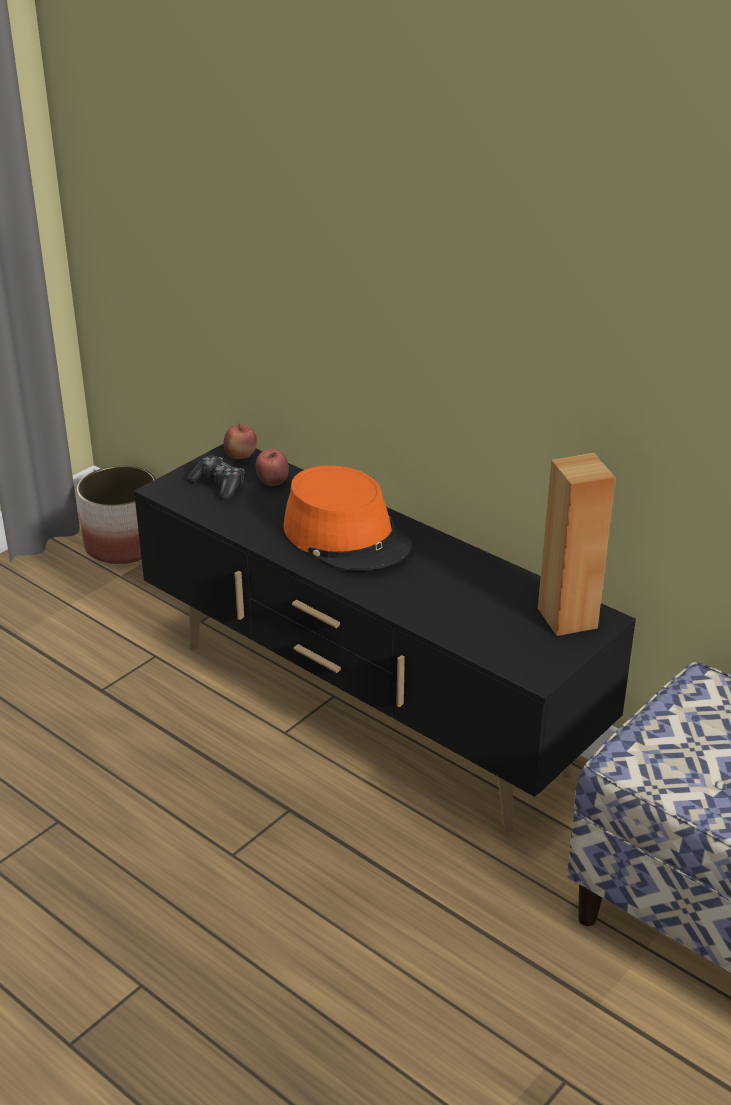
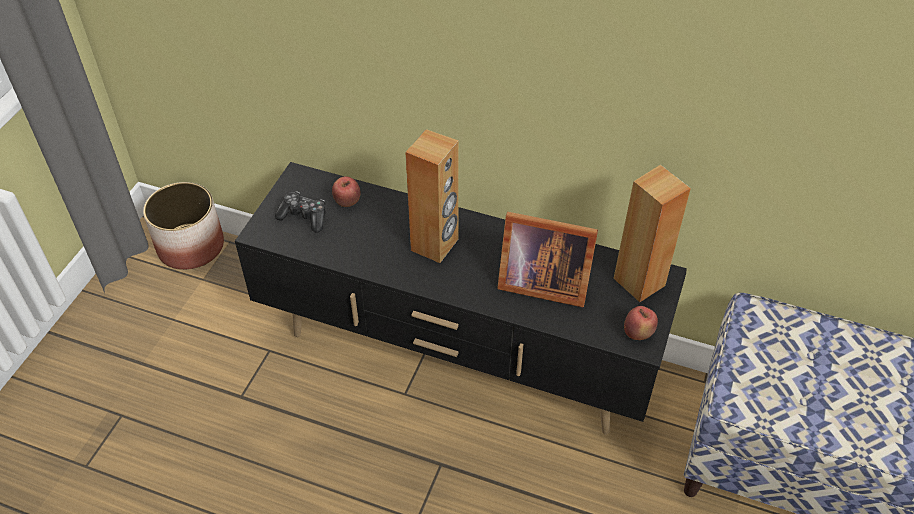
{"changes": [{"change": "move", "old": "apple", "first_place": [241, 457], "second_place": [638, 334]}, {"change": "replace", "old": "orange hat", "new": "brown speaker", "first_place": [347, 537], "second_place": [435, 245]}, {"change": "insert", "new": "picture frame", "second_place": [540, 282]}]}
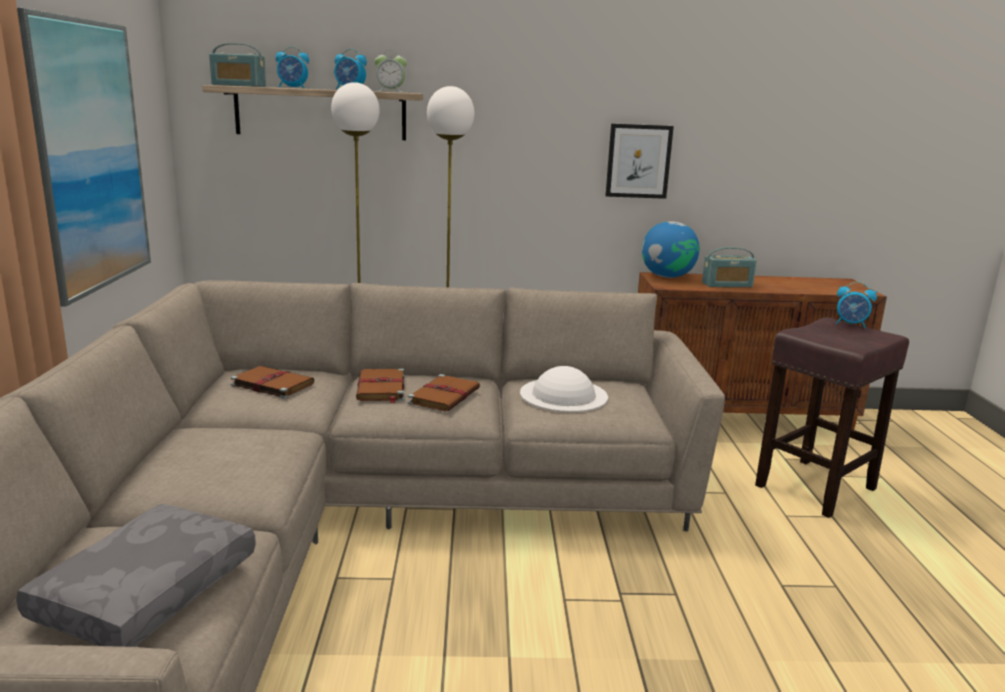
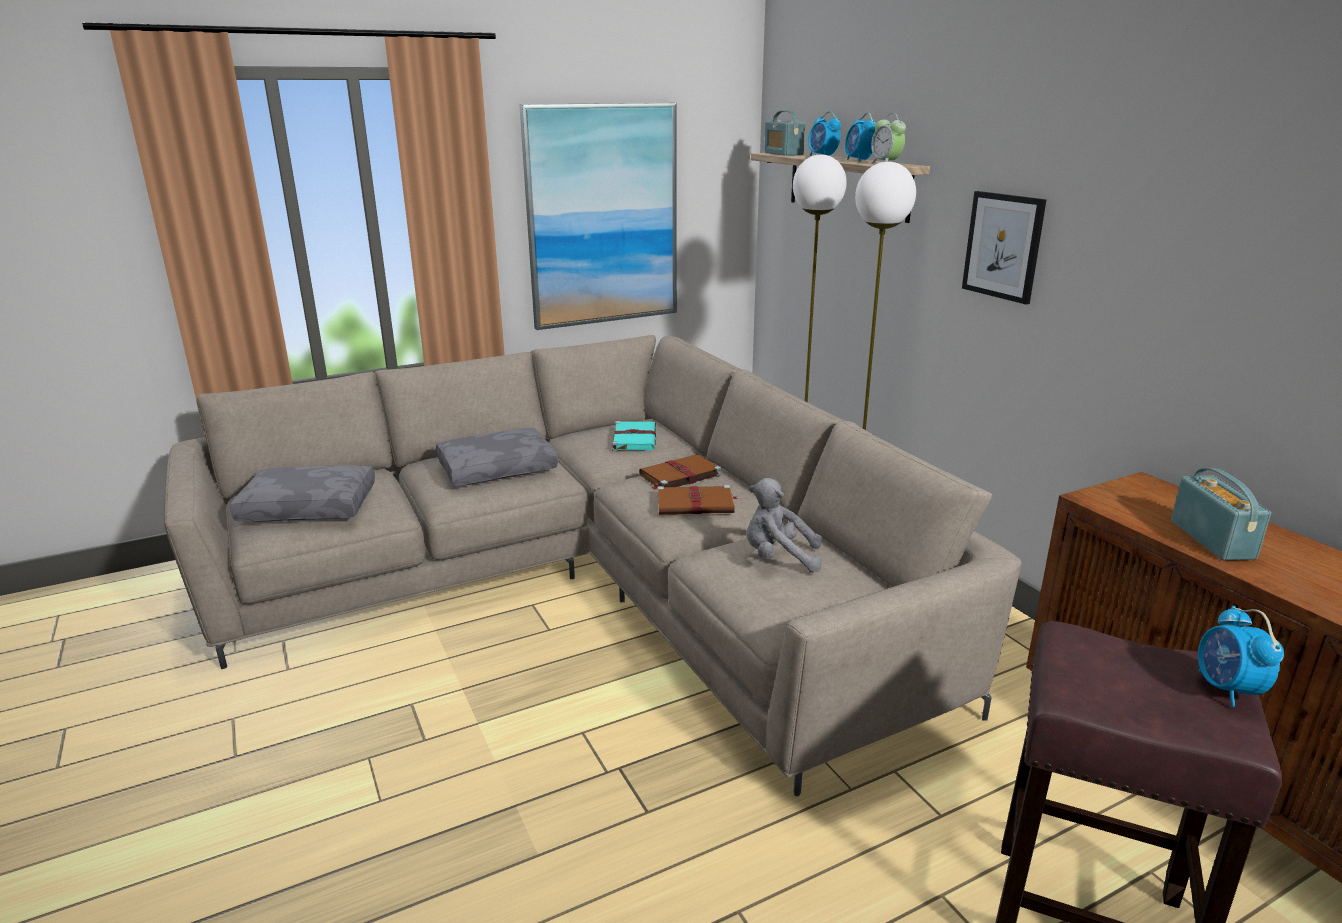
{"changes": [{"change": "move", "old": "picture", "first_place": [638, 161], "second_place": [1003, 246]}, {"change": "delete", "old": "globe", "first_place": [667, 276]}, {"change": "rotate", "old": "radio", "first_place": [727, 285], "second_place": [1212, 539], "degrees": -150}, {"change": "recolor", "old": "brown book", "new": "turquoise book", "first_place": [271, 384], "second_place": [634, 438]}, {"change": "replace", "old": "white hat", "new": "grey plush toy", "first_place": [563, 394], "second_place": [779, 558]}, {"change": "insert", "new": "grey pillow", "second_place": [498, 468]}]}
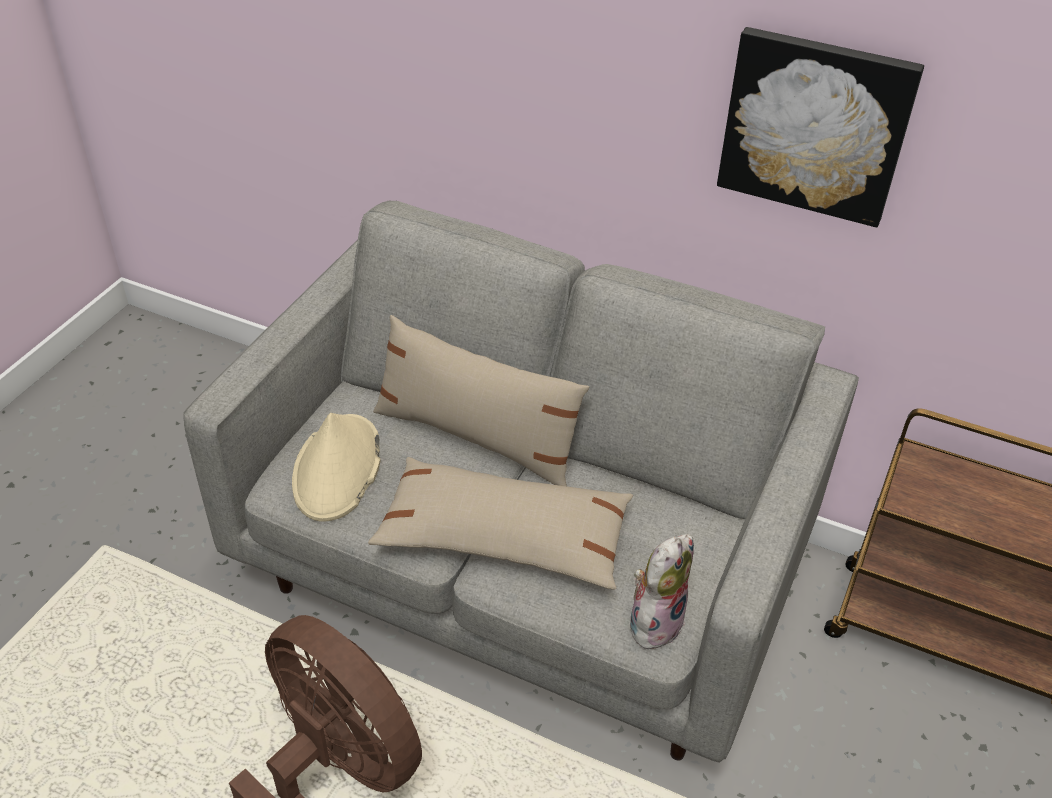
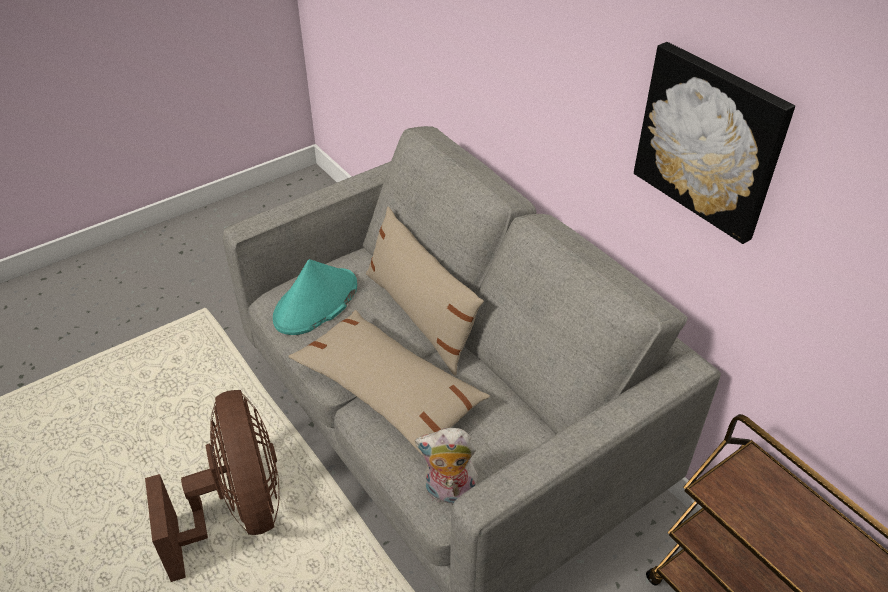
{"changes": [{"change": "recolor", "old": "beige hat", "new": "turquoise hat", "first_place": [337, 469], "second_place": [316, 303]}, {"change": "rotate", "old": "plush toy", "first_place": [654, 621], "second_place": [449, 494], "degrees": -150}]}
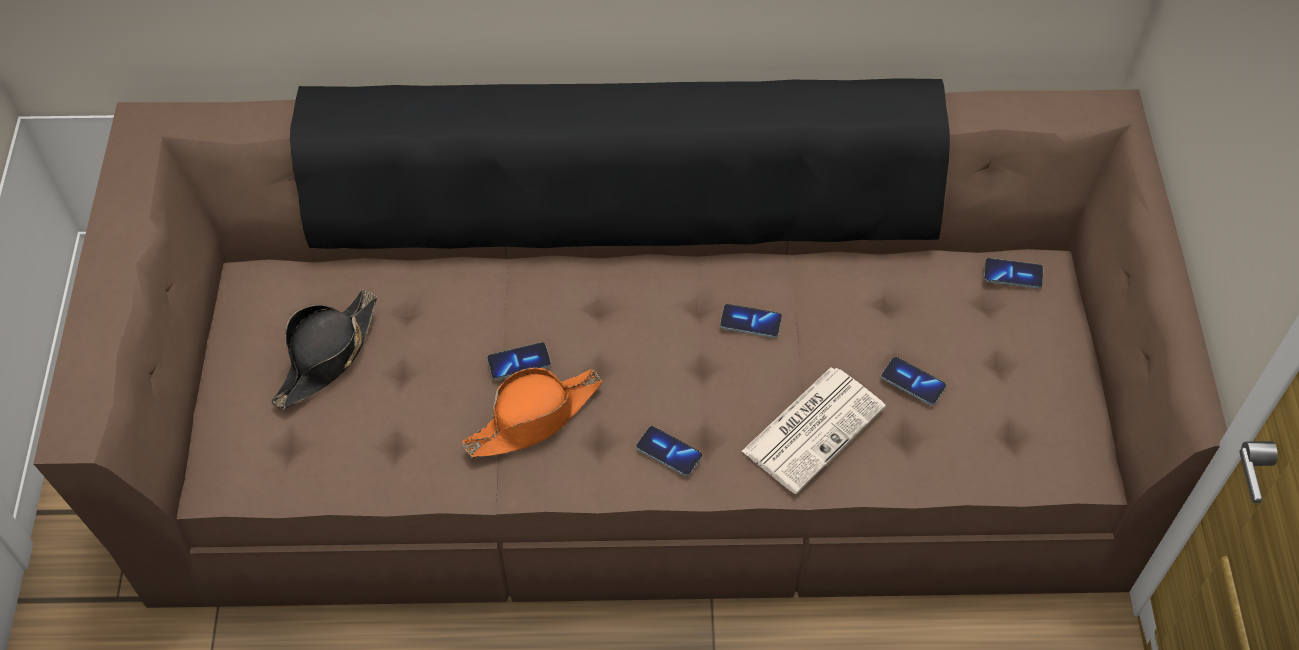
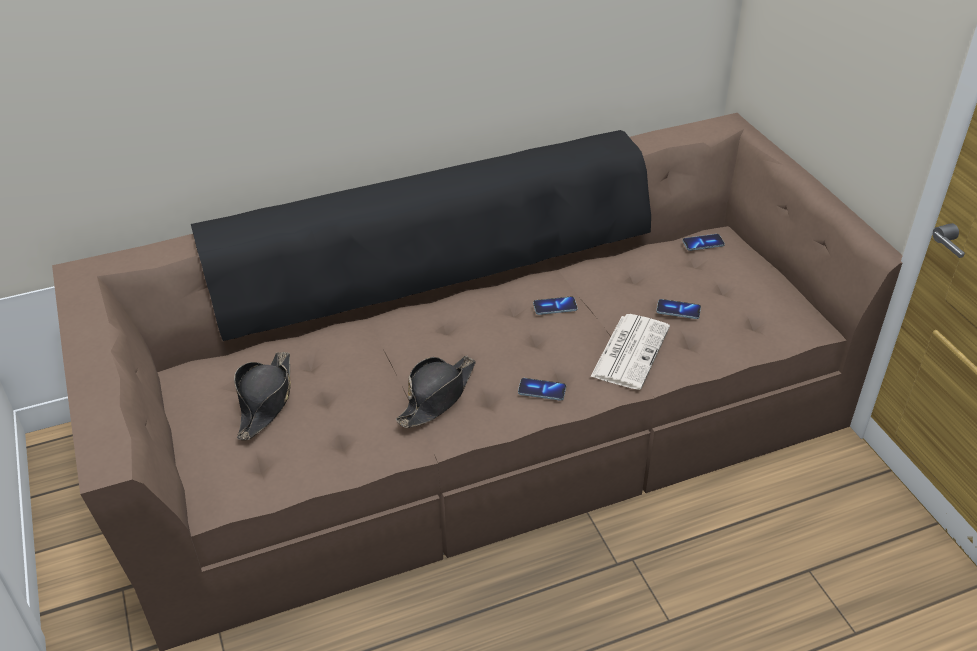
{"changes": [{"change": "delete", "old": "phone", "first_place": [519, 362]}, {"change": "recolor", "old": "orange hat", "new": "black hat", "first_place": [534, 417], "second_place": [437, 396]}]}
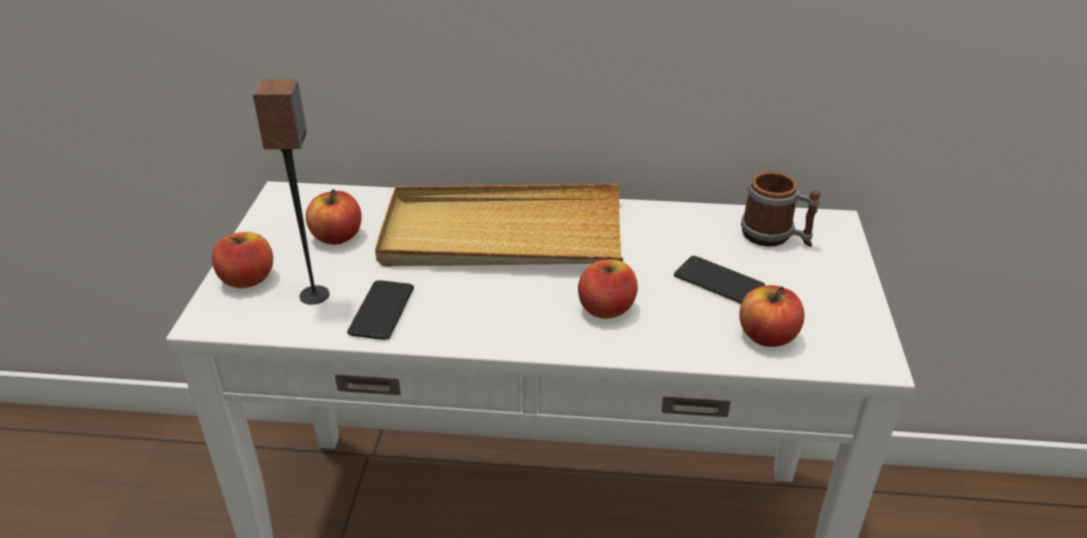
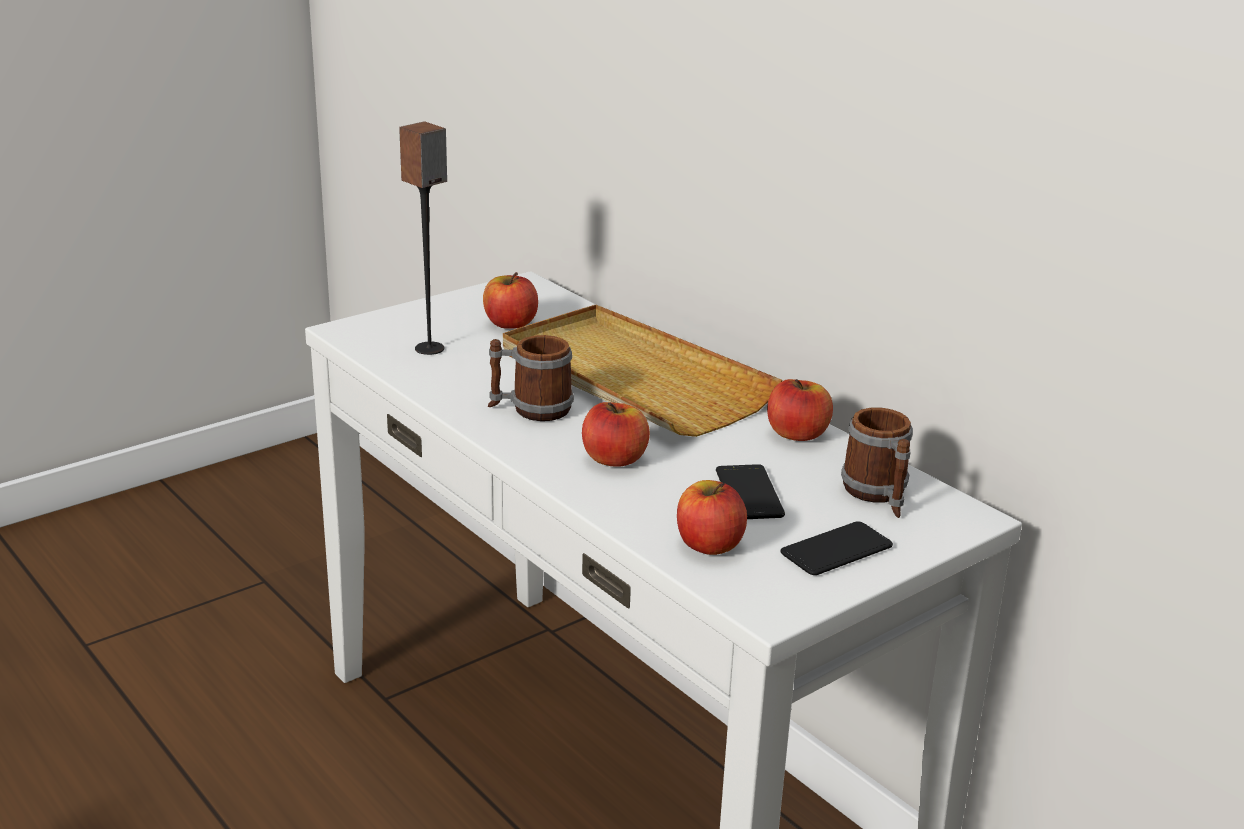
{"changes": [{"change": "move", "old": "apple", "first_place": [247, 279], "second_place": [797, 434]}, {"change": "move", "old": "phone", "first_place": [382, 311], "second_place": [836, 550]}, {"change": "insert", "new": "mug", "second_place": [530, 409]}]}
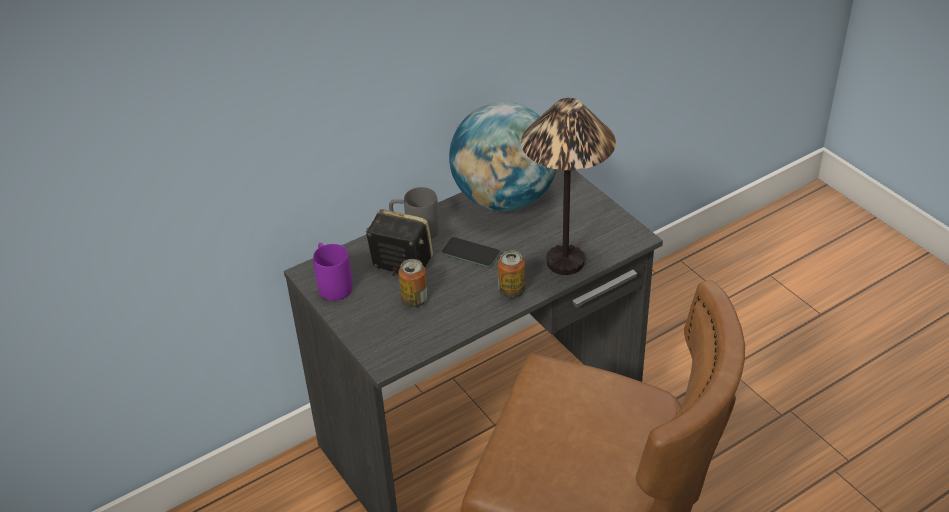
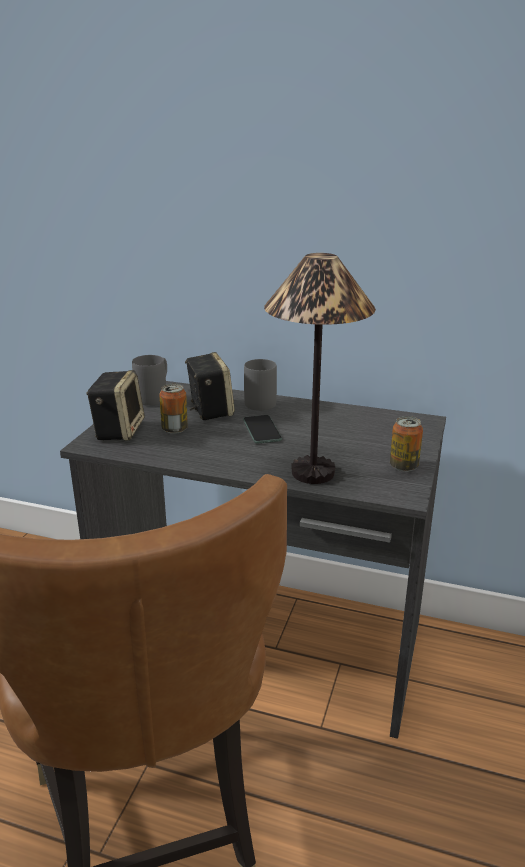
{"changes": [{"change": "delete", "old": "globe", "first_place": [504, 199]}, {"change": "recolor", "old": "purple mug", "new": "grey mug", "first_place": [332, 284], "second_place": [155, 396]}, {"change": "move", "old": "can", "first_place": [511, 291], "second_place": [403, 466]}, {"change": "insert", "new": "speaker", "second_place": [118, 430]}]}
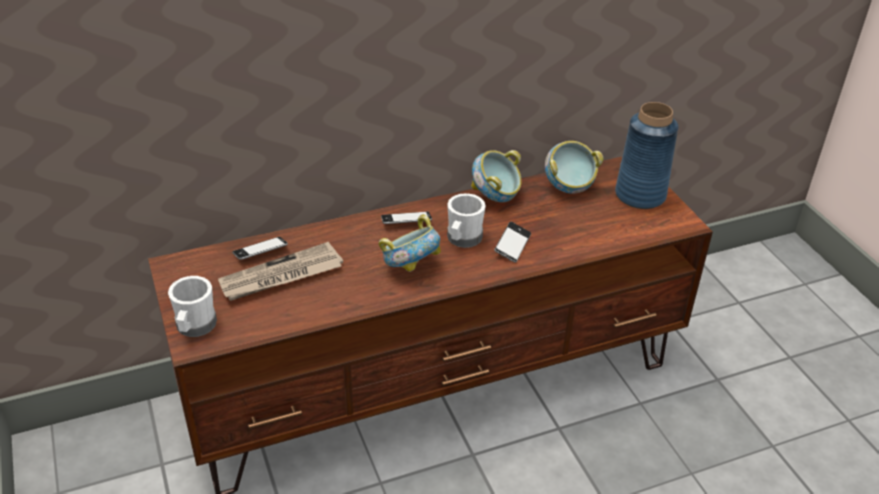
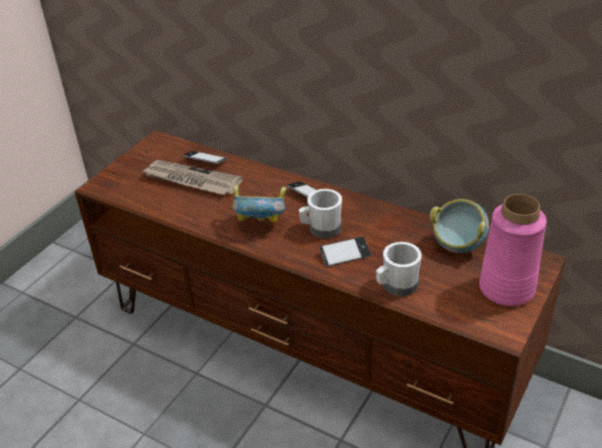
{"changes": [{"change": "recolor", "old": "blue vase", "new": "pink vase", "first_place": [640, 195], "second_place": [506, 288]}, {"change": "delete", "old": "bowl", "first_place": [495, 197]}, {"change": "move", "old": "white mug", "first_place": [194, 327], "second_place": [396, 286]}]}
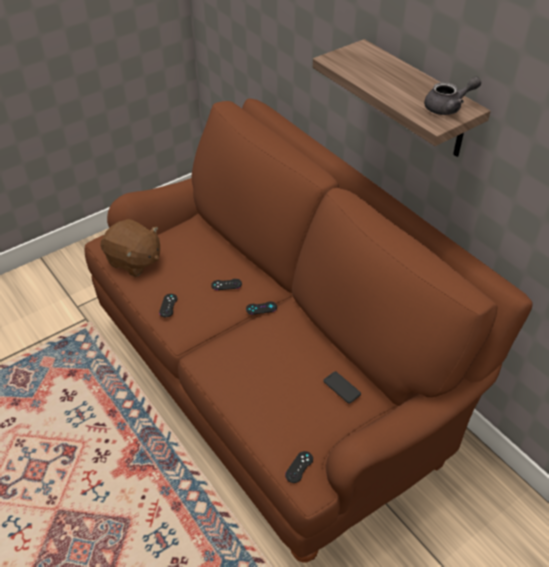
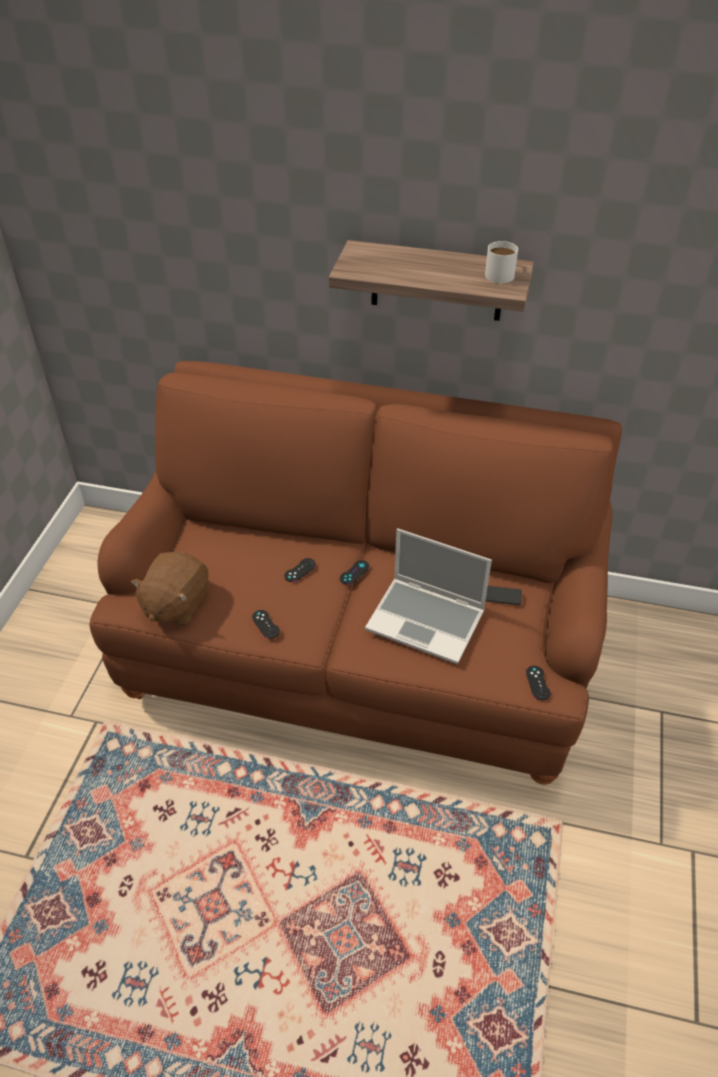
{"changes": [{"change": "replace", "old": "grey teapot", "new": "white mug", "first_place": [448, 107], "second_place": [501, 272]}, {"change": "rotate", "old": "brown plush toy", "first_place": [134, 261], "second_place": [175, 604], "degrees": 120}, {"change": "insert", "new": "laptop", "second_place": [427, 621]}]}
